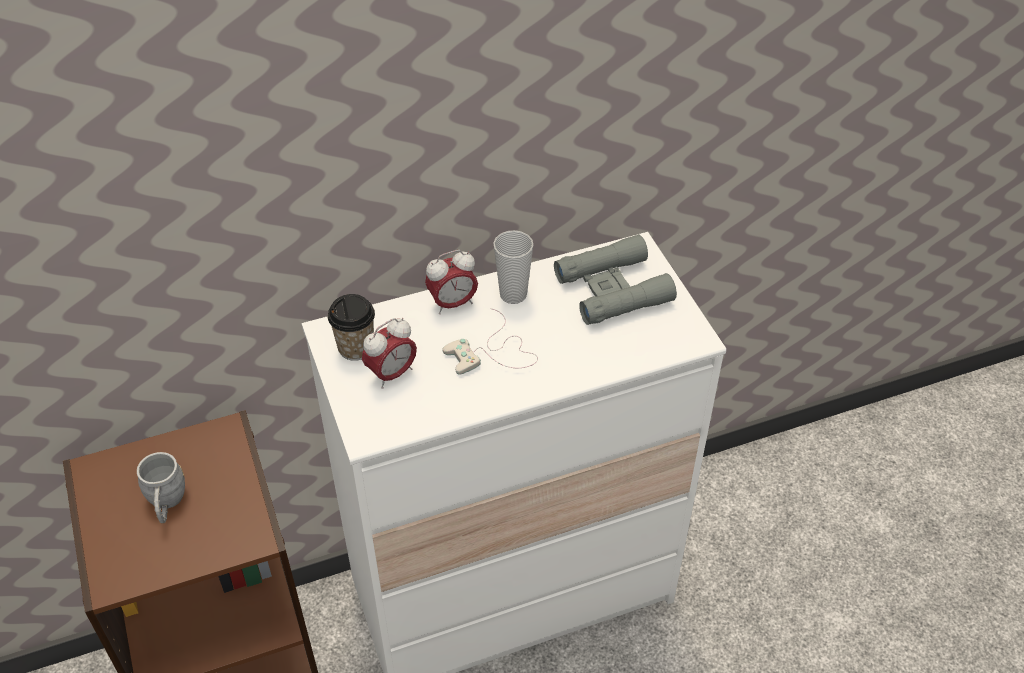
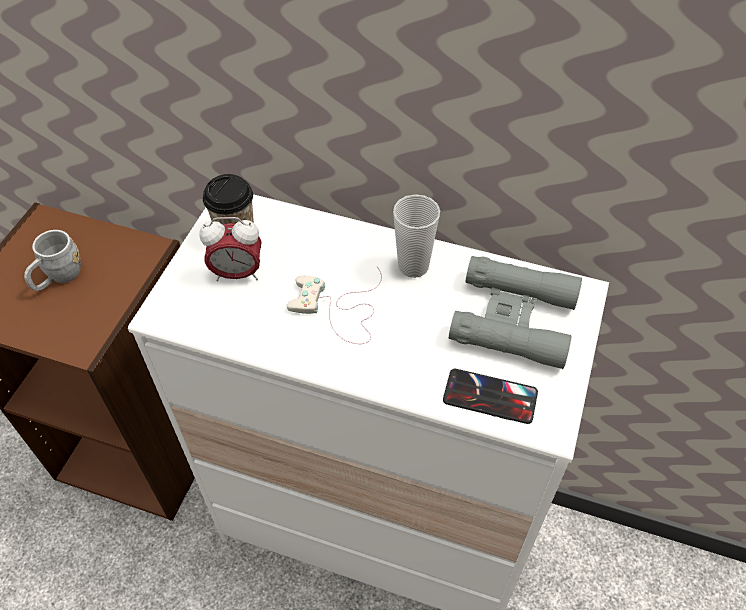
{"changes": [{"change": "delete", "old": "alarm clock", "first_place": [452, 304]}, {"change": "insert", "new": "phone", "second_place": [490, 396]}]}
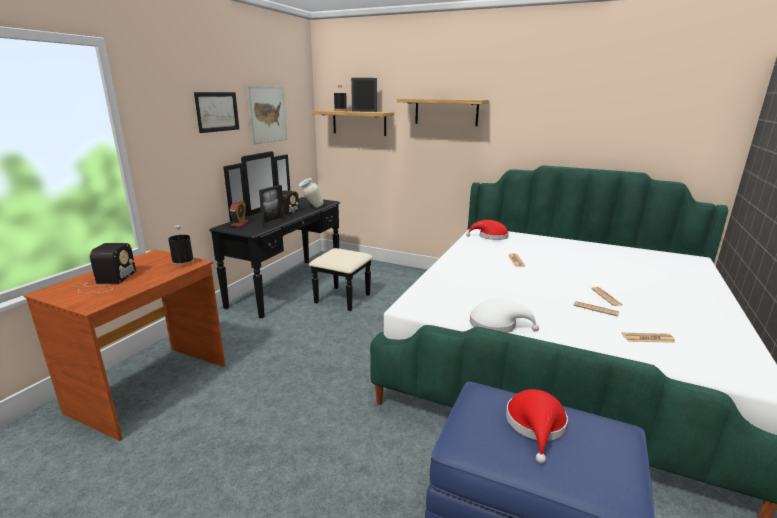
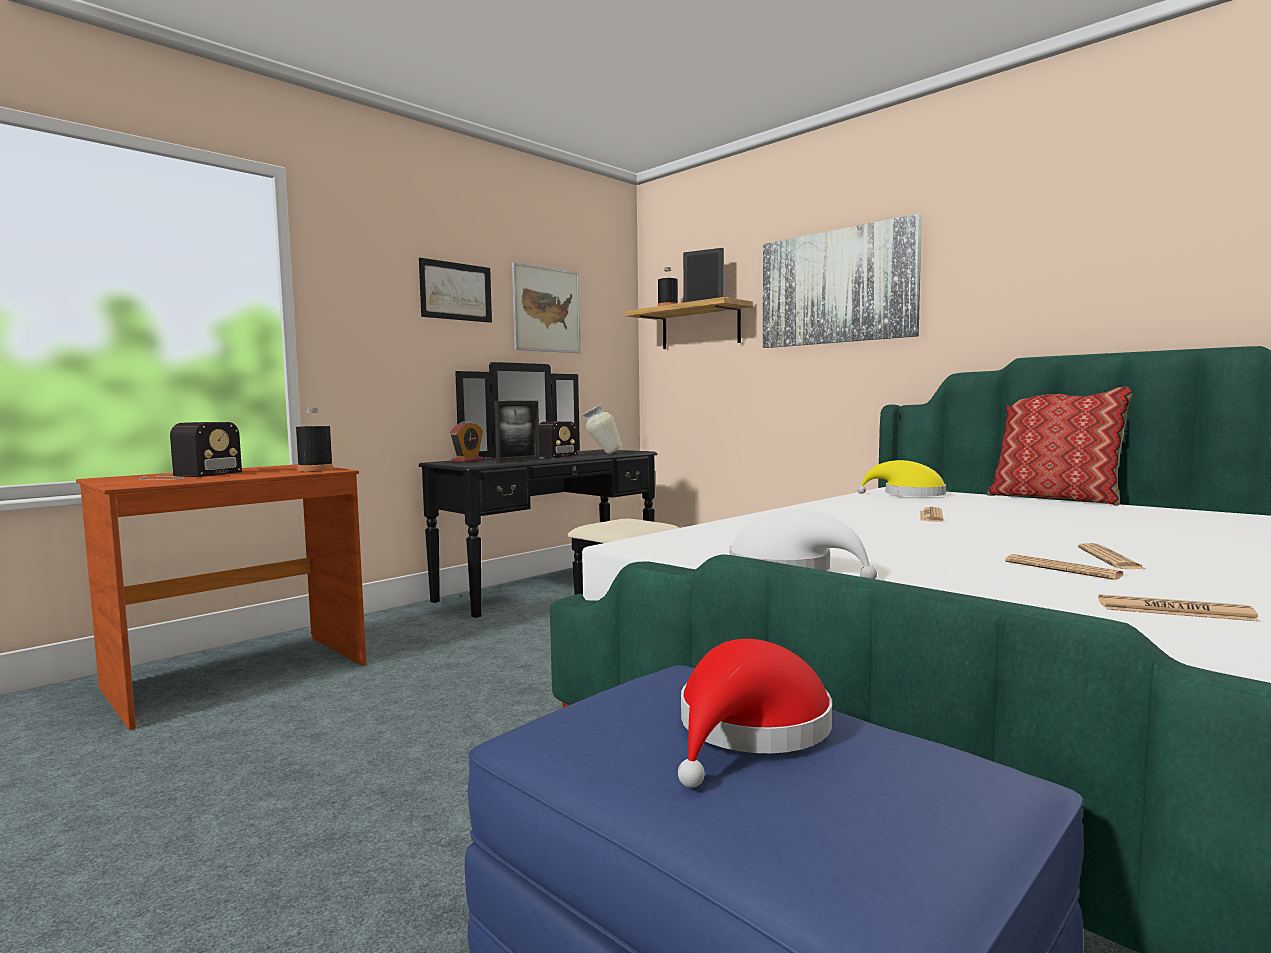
{"changes": [{"change": "replace", "old": "shelf", "new": "picture", "first_place": [446, 112], "second_place": [837, 287]}, {"change": "recolor", "old": "red hat", "new": "yellow hat", "first_place": [490, 236], "second_place": [909, 495]}, {"change": "insert", "new": "pillow", "second_place": [1056, 498]}]}
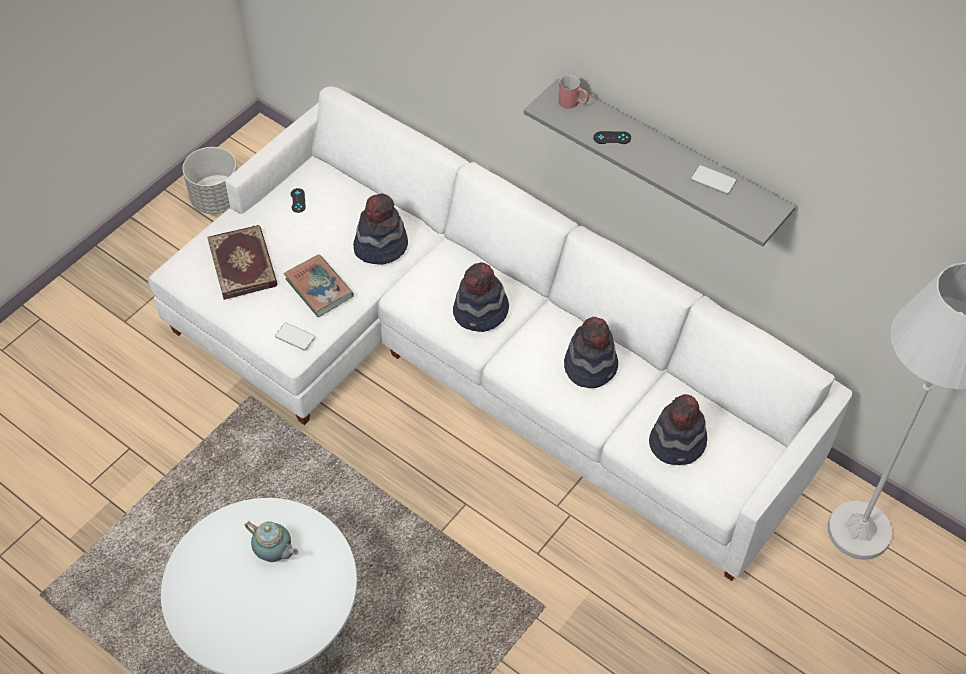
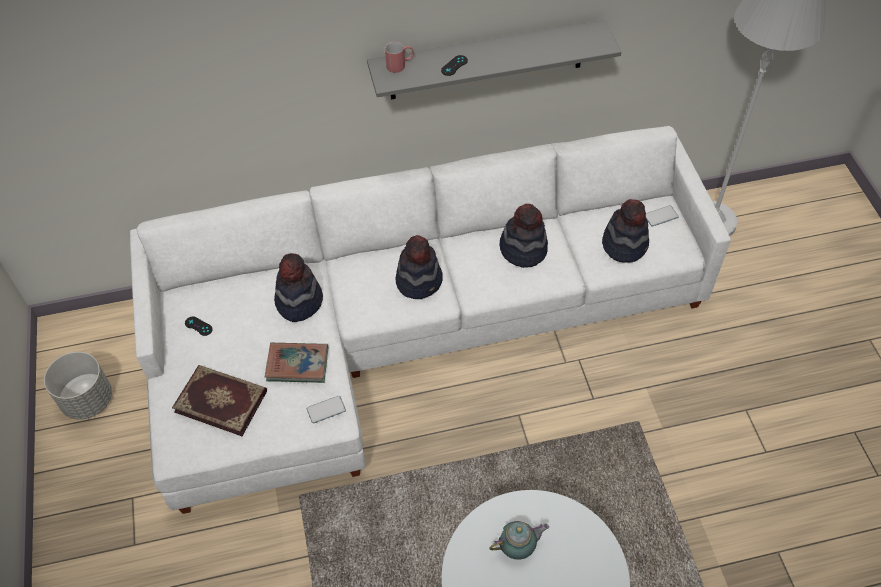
{"changes": [{"change": "move", "old": "phone", "first_place": [713, 180], "second_place": [660, 216]}]}
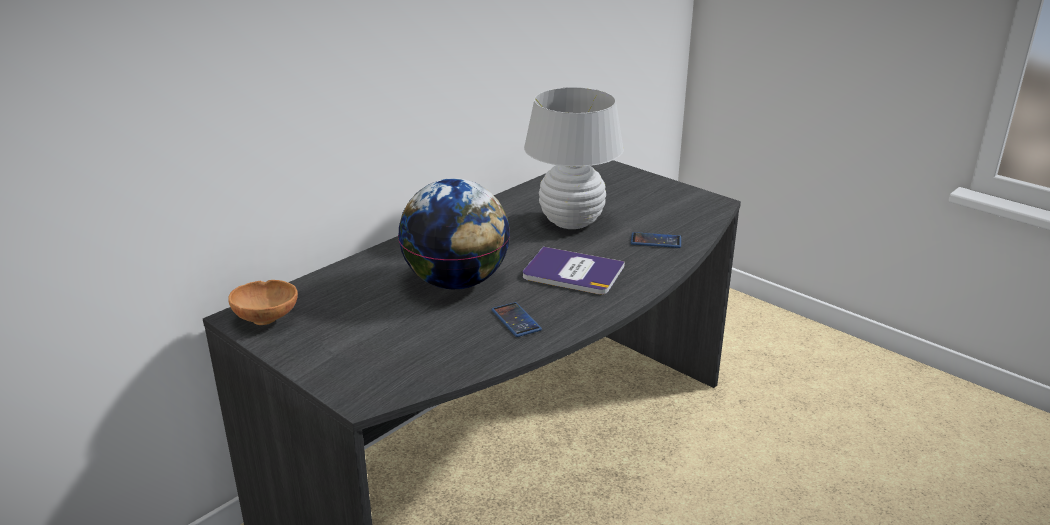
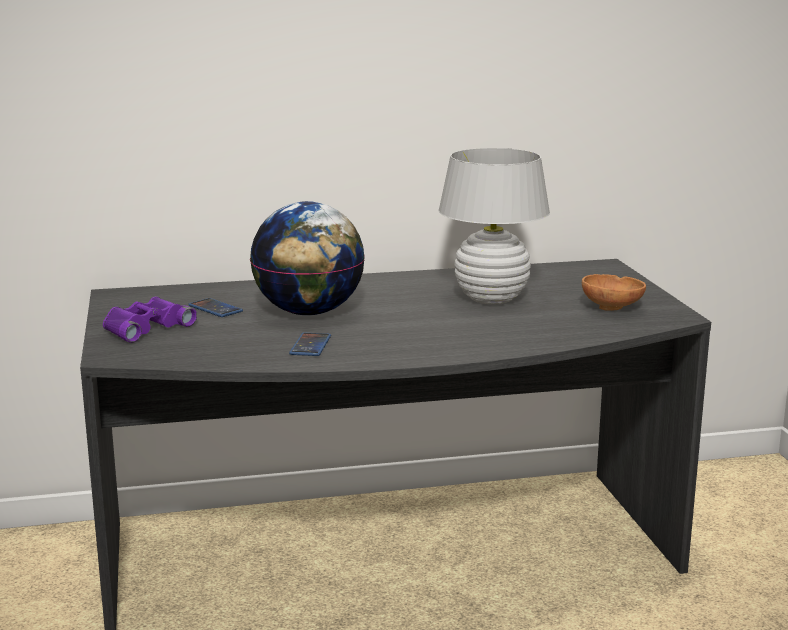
{"changes": [{"change": "move", "old": "phone", "first_place": [656, 241], "second_place": [215, 309]}, {"change": "delete", "old": "book", "first_place": [573, 272]}, {"change": "move", "old": "brown bowl", "first_place": [268, 318], "second_place": [613, 308]}, {"change": "insert", "new": "purple binoculars", "second_place": [145, 327]}]}
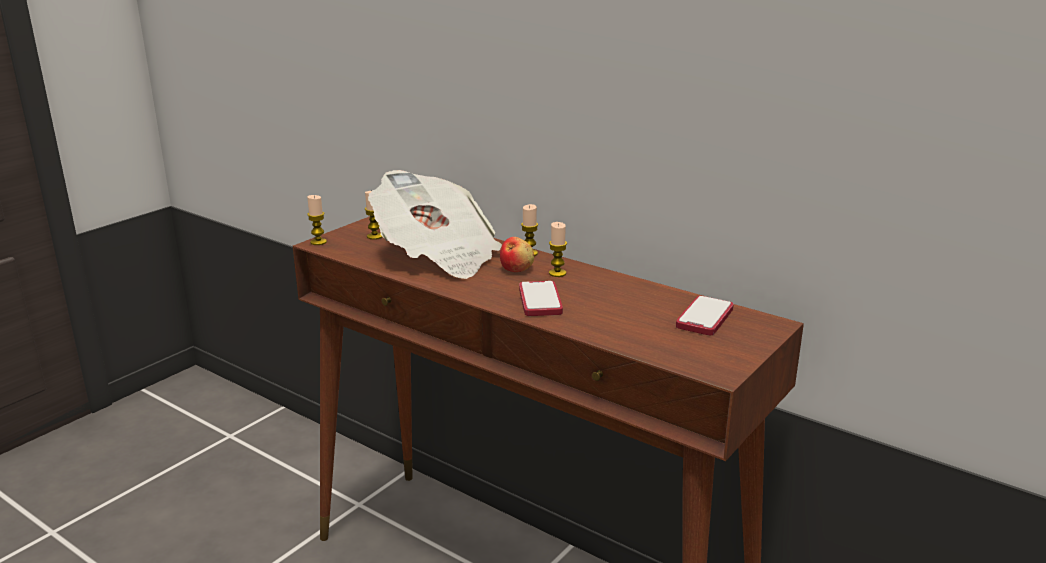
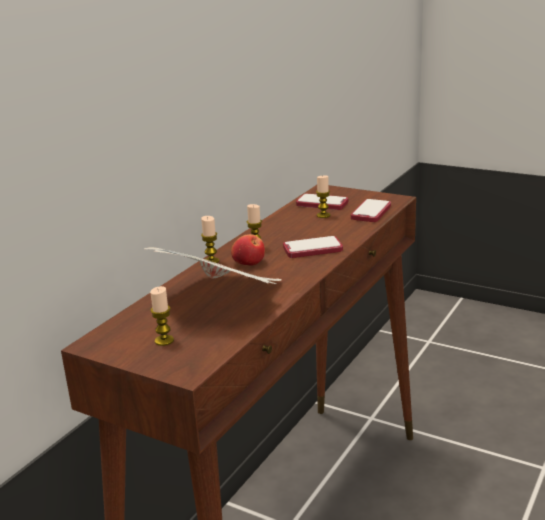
{"changes": [{"change": "move", "old": "candle", "first_place": [318, 242], "second_place": [323, 215]}, {"change": "insert", "new": "phone", "second_place": [371, 212]}]}
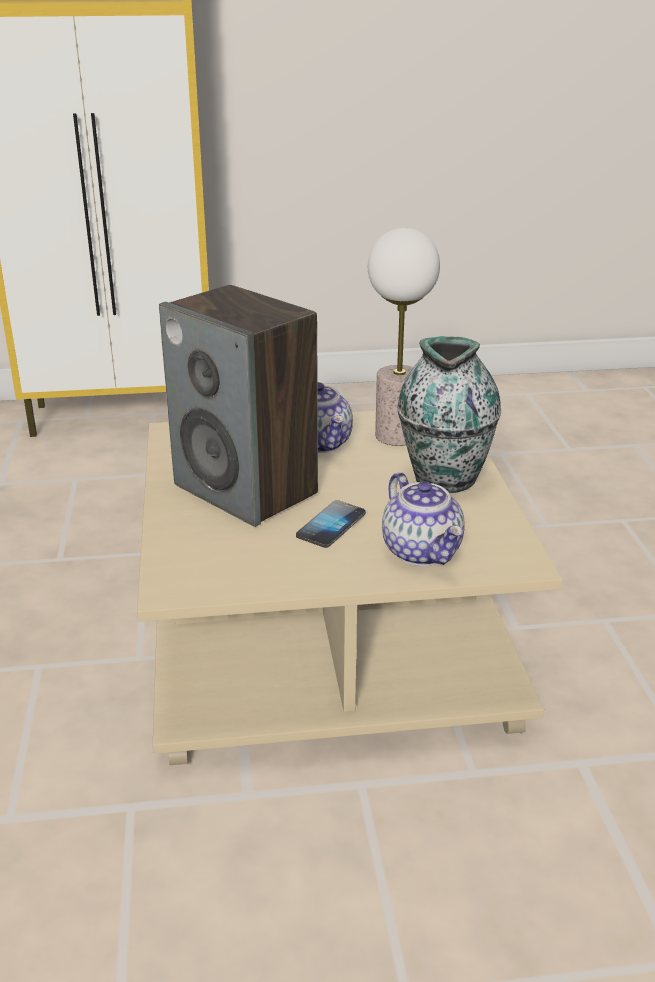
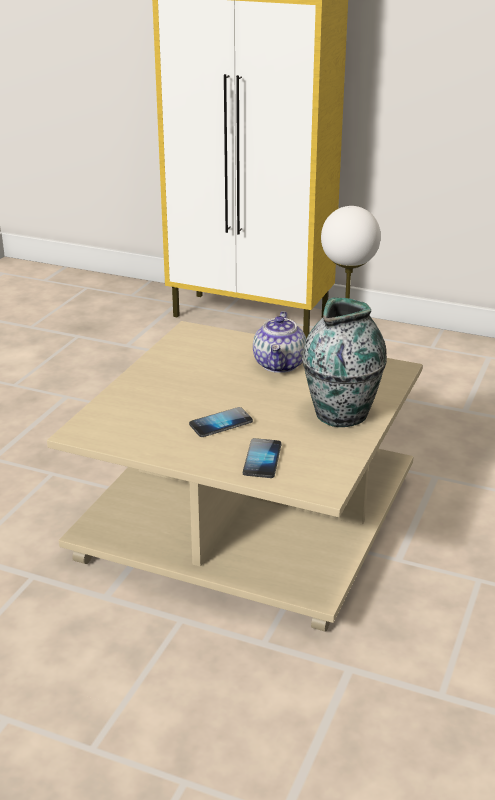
{"changes": [{"change": "delete", "old": "speaker", "first_place": [247, 490]}, {"change": "replace", "old": "teapot", "new": "phone", "first_place": [423, 551], "second_place": [262, 460]}]}
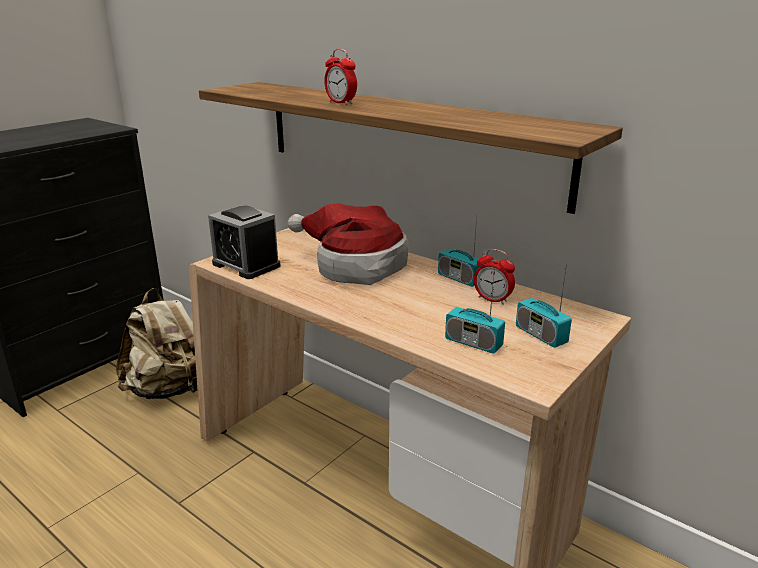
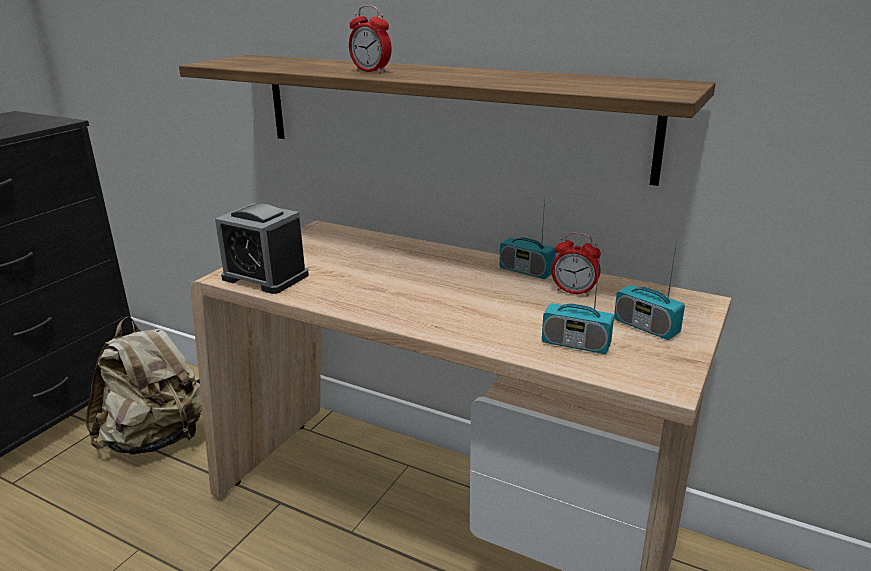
{"changes": [{"change": "delete", "old": "hat", "first_place": [355, 266]}]}
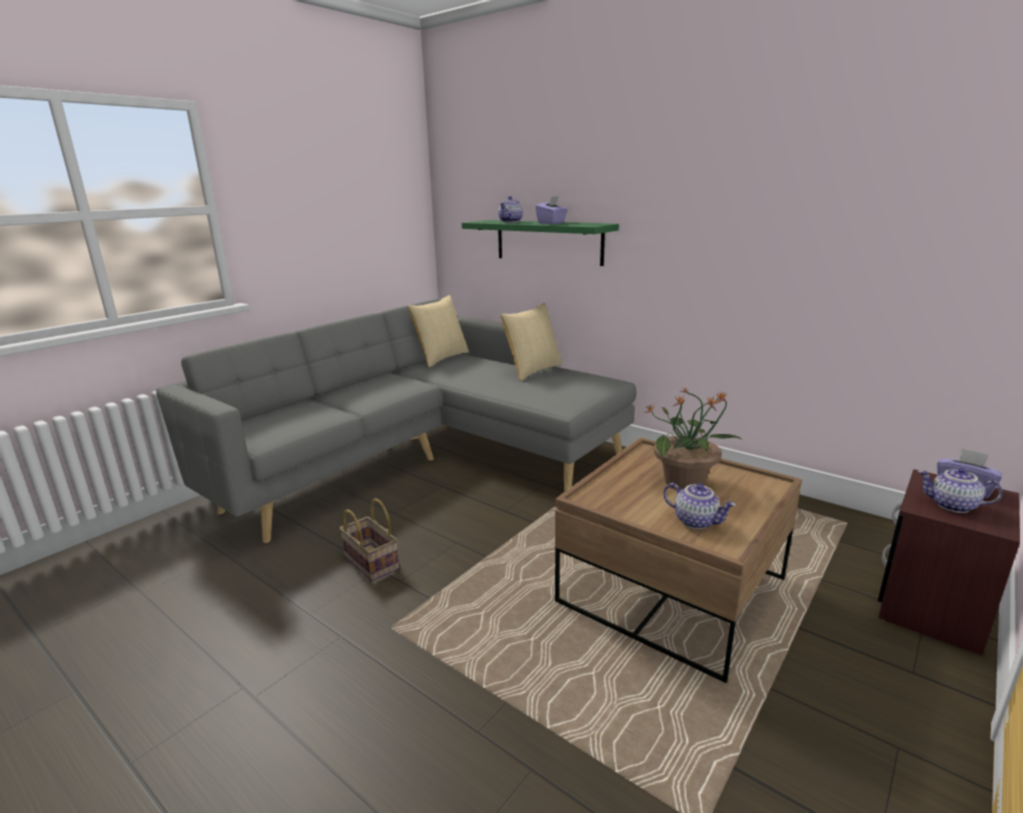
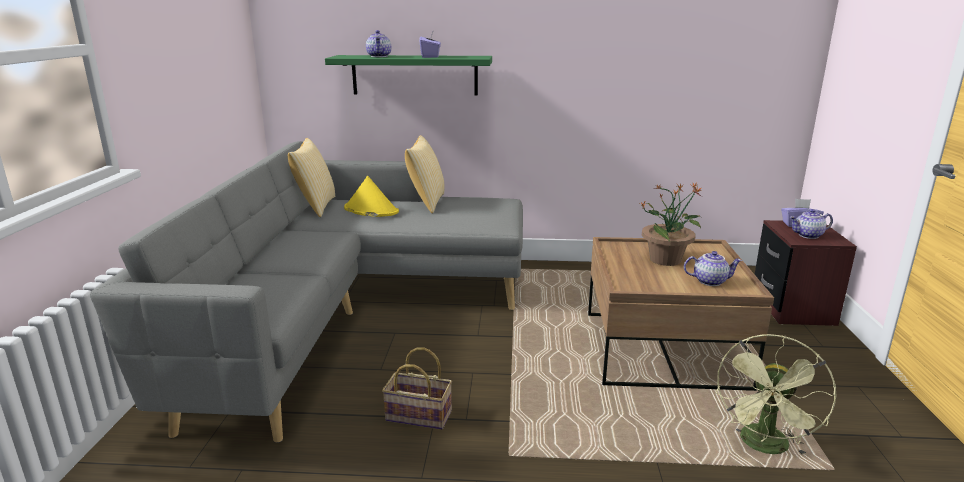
{"changes": [{"change": "insert", "new": "yellow hat", "second_place": [370, 210]}, {"change": "insert", "new": "green fan", "second_place": [764, 447]}]}
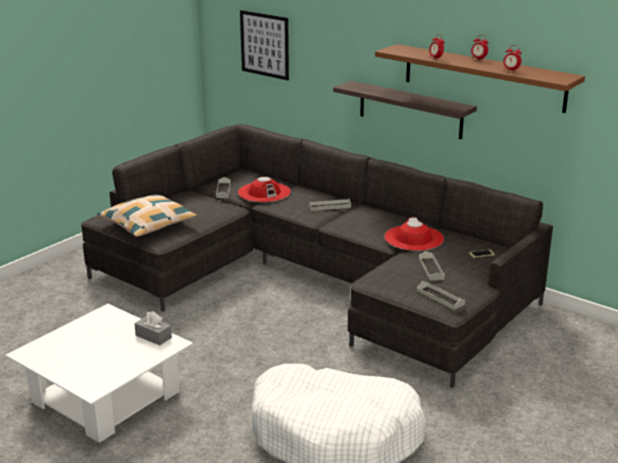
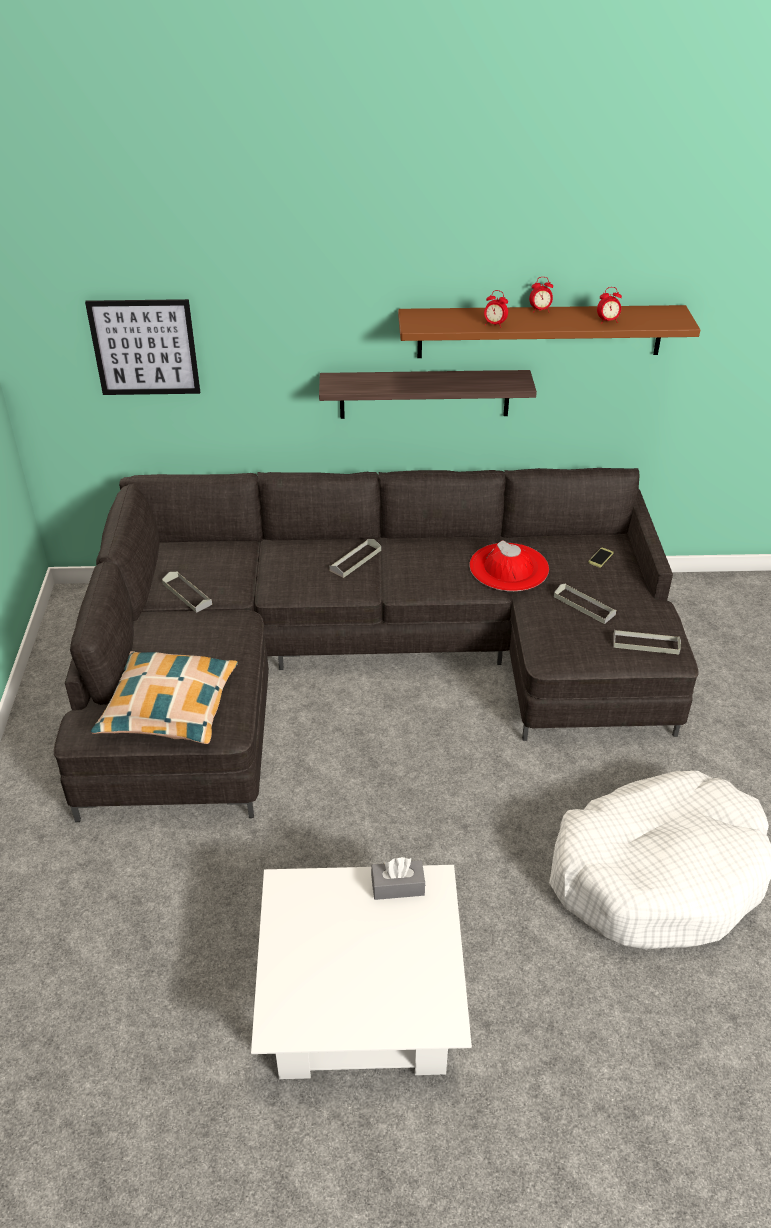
{"changes": [{"change": "delete", "old": "red hat", "first_place": [264, 192]}]}
